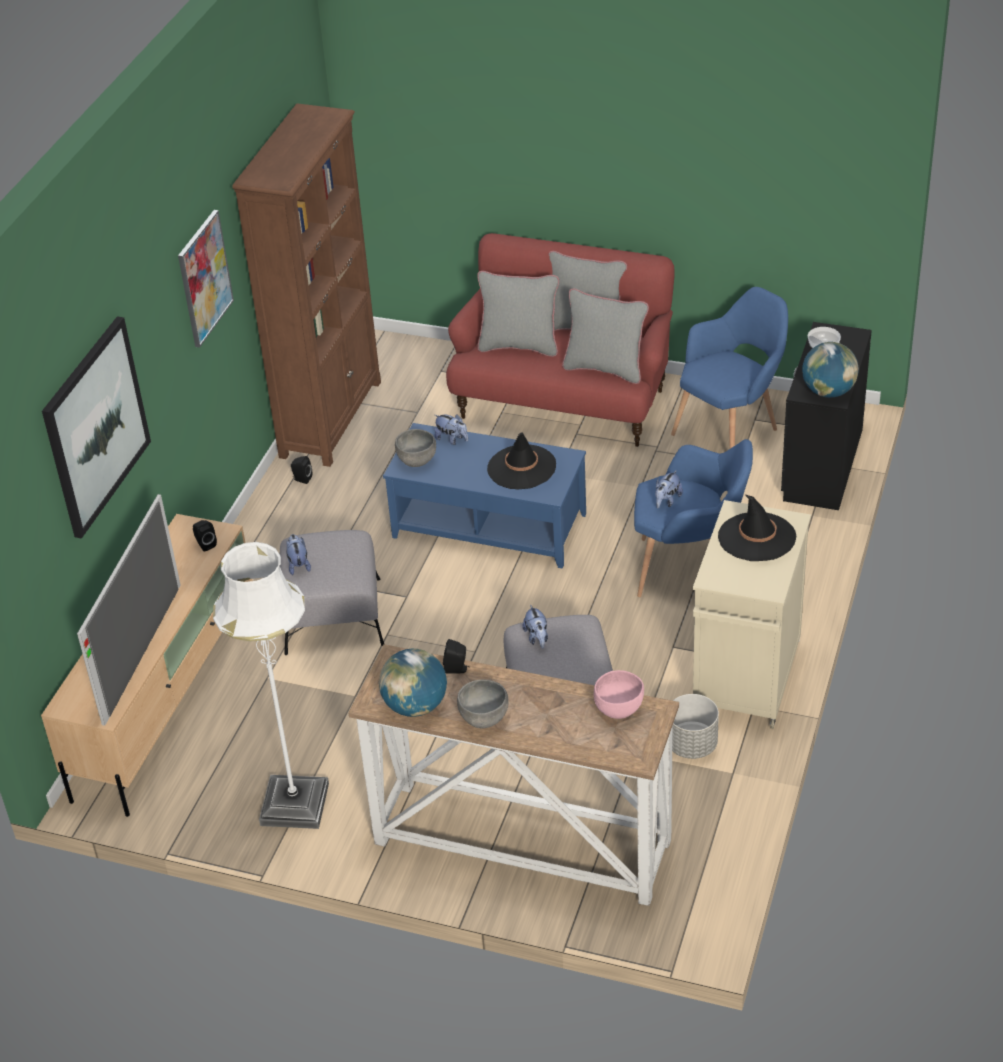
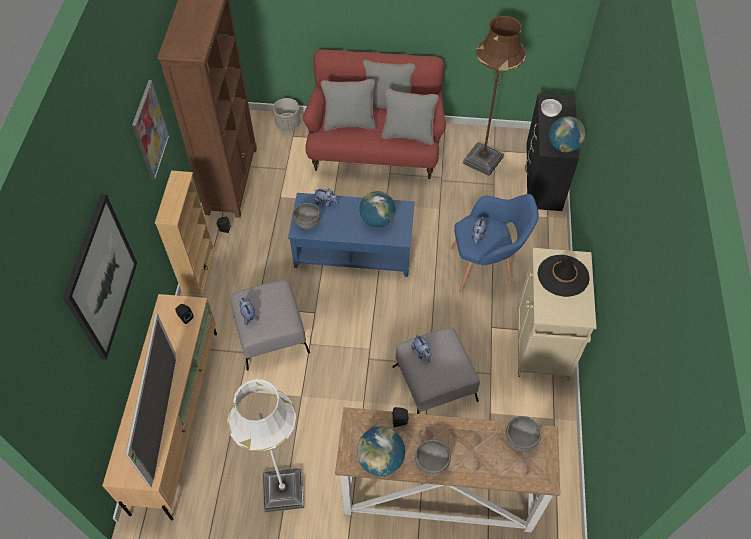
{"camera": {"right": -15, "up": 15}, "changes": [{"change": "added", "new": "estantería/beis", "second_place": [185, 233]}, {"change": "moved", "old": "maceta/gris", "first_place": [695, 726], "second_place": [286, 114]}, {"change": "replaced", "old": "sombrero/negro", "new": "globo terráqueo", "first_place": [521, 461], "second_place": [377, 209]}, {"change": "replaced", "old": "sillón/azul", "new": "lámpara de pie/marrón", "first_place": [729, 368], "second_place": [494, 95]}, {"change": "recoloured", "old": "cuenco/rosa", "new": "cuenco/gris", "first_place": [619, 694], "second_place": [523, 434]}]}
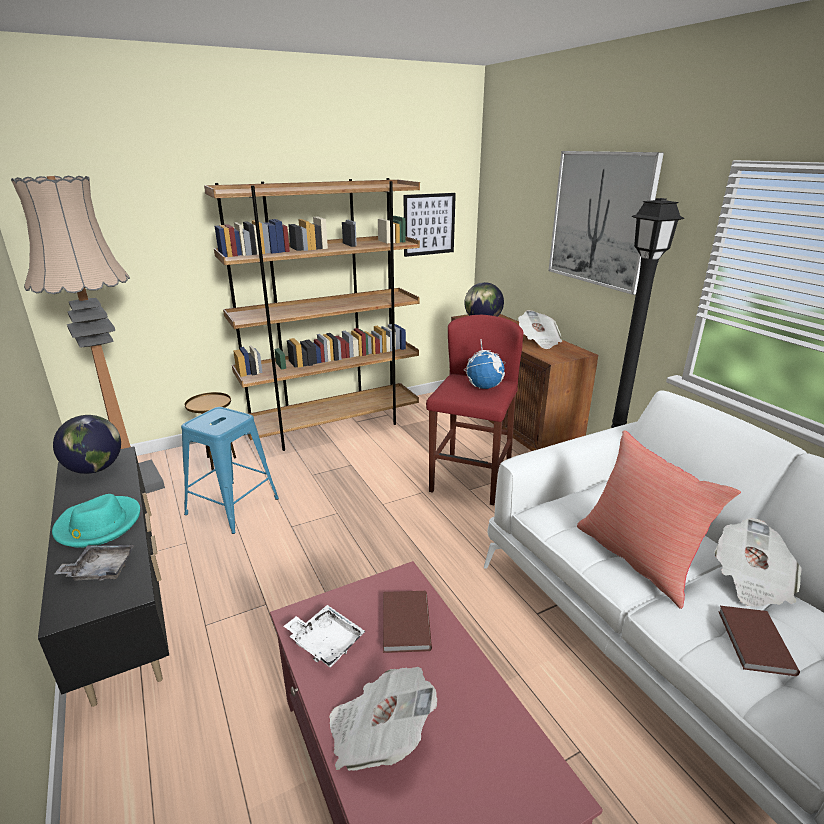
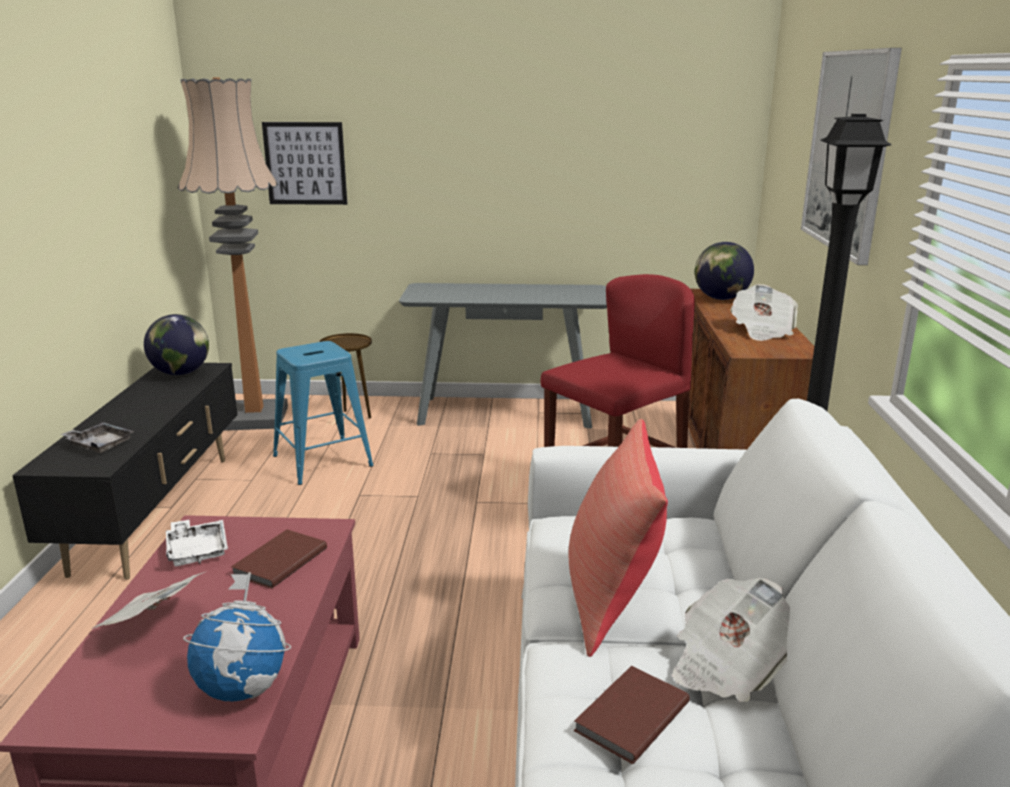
{"camera": {"right": 30, "up": -5}, "changes": [{"change": "removed", "old": "sombrero/turquesa", "first_place": [96, 521]}, {"change": "moved", "old": "cuadro", "first_place": [430, 225], "second_place": [304, 163]}, {"change": "moved", "old": "globo terráqueo", "first_place": [485, 364], "second_place": [237, 637]}, {"change": "replaced", "old": "estantería/marrón", "new": "mesa consola/gris", "first_place": [312, 314], "second_place": [503, 356]}]}
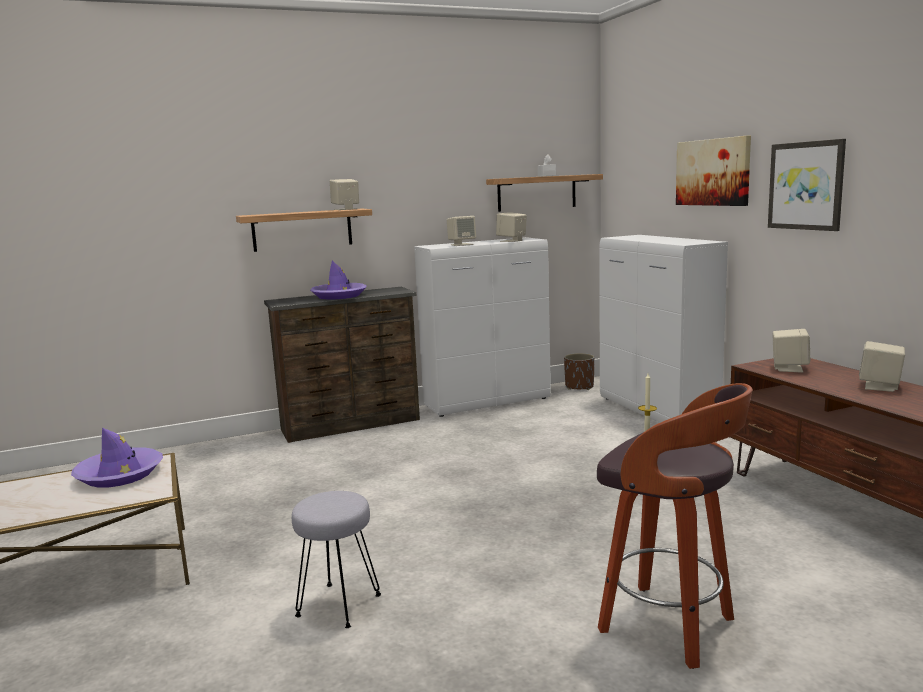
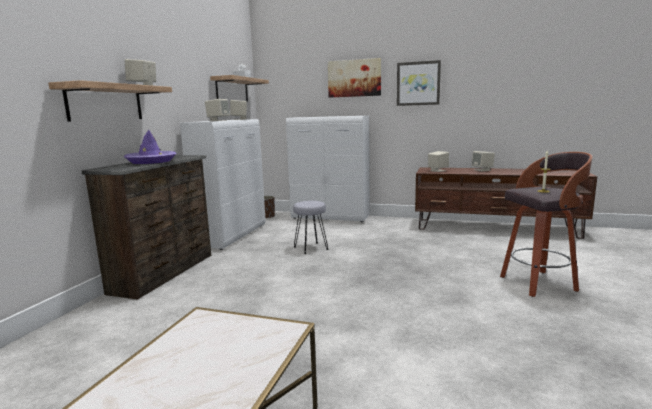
{"camera": {"right": -50, "up": 0}, "changes": [{"change": "removed", "old": "sombrero/morado", "first_place": [117, 458]}, {"change": "moved", "old": "taburete/gris", "first_place": [336, 559], "second_place": [310, 227]}]}
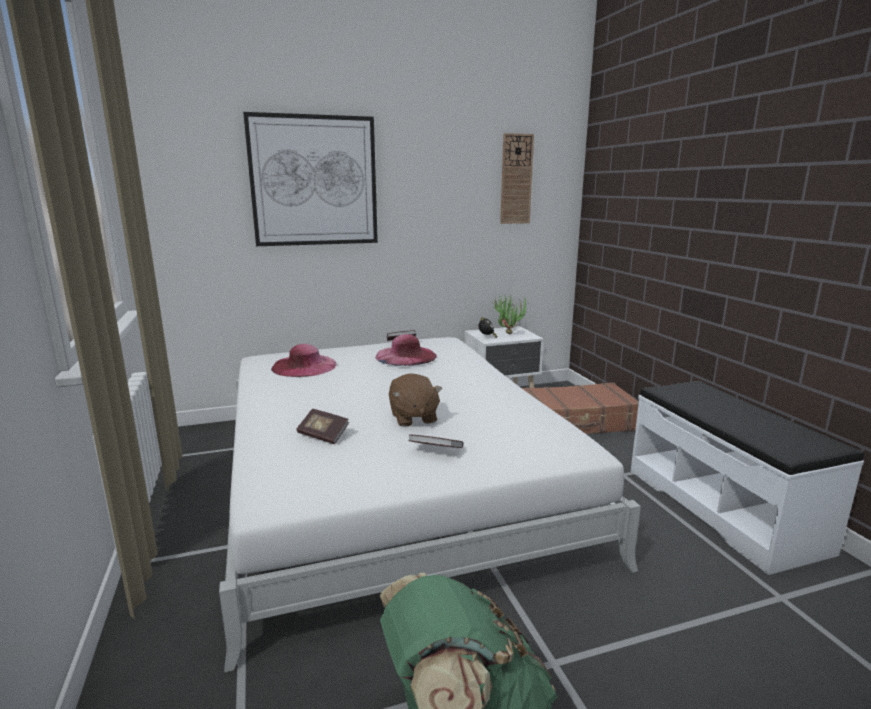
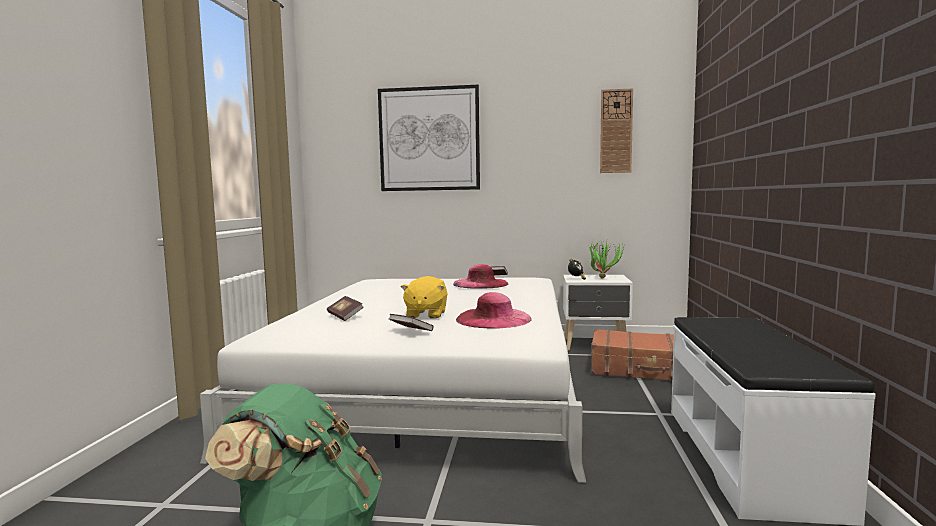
{"camera": {"right": 25, "up": -10}, "changes": [{"change": "moved", "old": "sombrero/rosa", "first_place": [304, 360], "second_place": [494, 310]}, {"change": "recoloured", "old": "peluche/marrón", "new": "peluche/amarillo", "first_place": [415, 400], "second_place": [424, 297]}]}
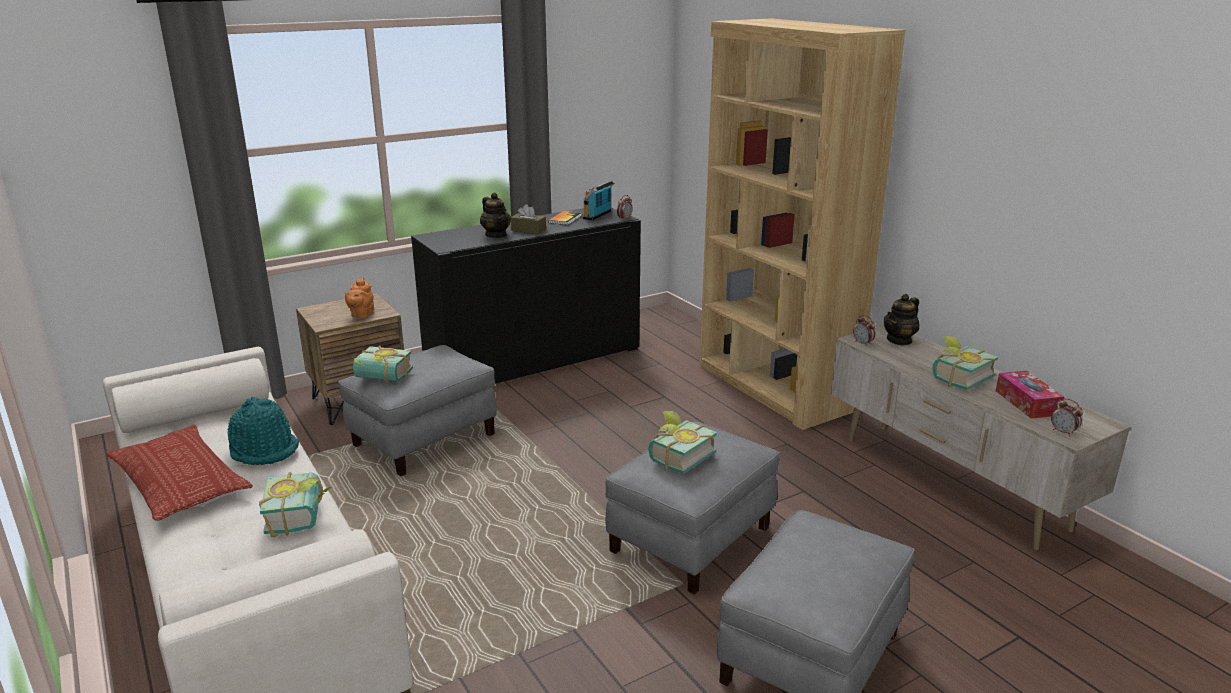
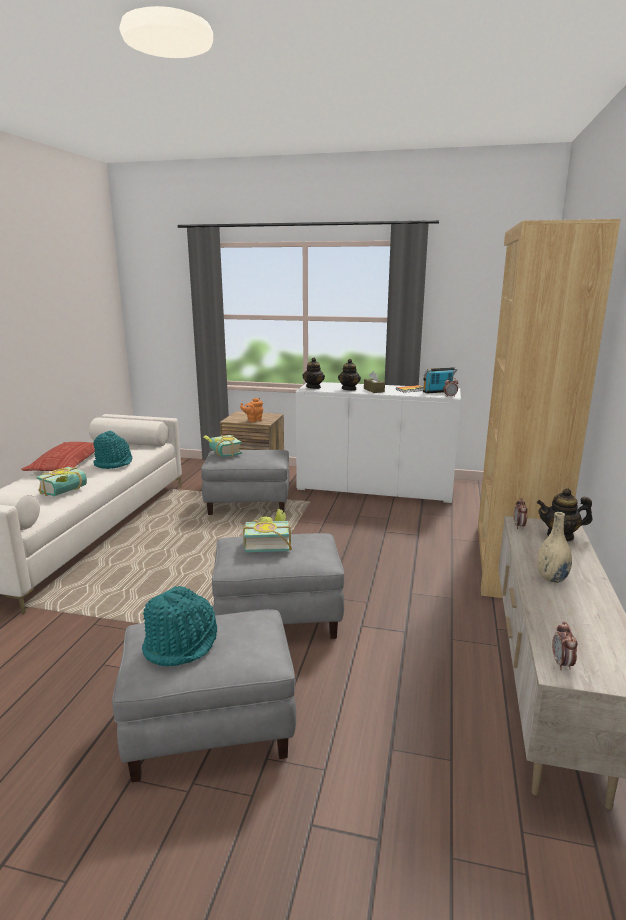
{"camera": {"right": 45, "up": -5}, "changes": [{"change": "removed", "old": "caja de pañuelos", "first_place": [1030, 395]}, {"change": "added", "new": "sombrero/turquesa", "second_place": [179, 626]}, {"change": "added", "new": "tetera", "second_place": [313, 373]}, {"change": "replaced", "old": "libro", "new": "florero/beis", "first_place": [965, 363], "second_place": [554, 547]}, {"change": "recoloured", "old": "armario/negro", "new": "armario/blanco", "first_place": [526, 296], "second_place": [378, 442]}]}
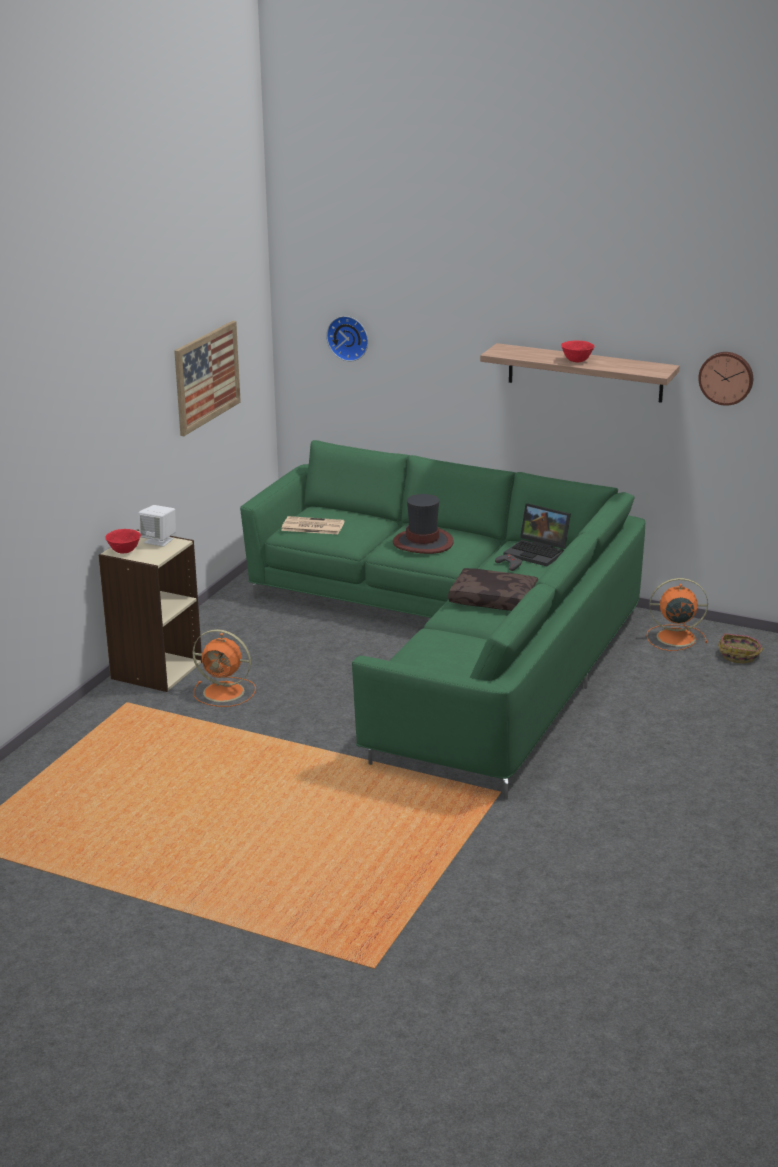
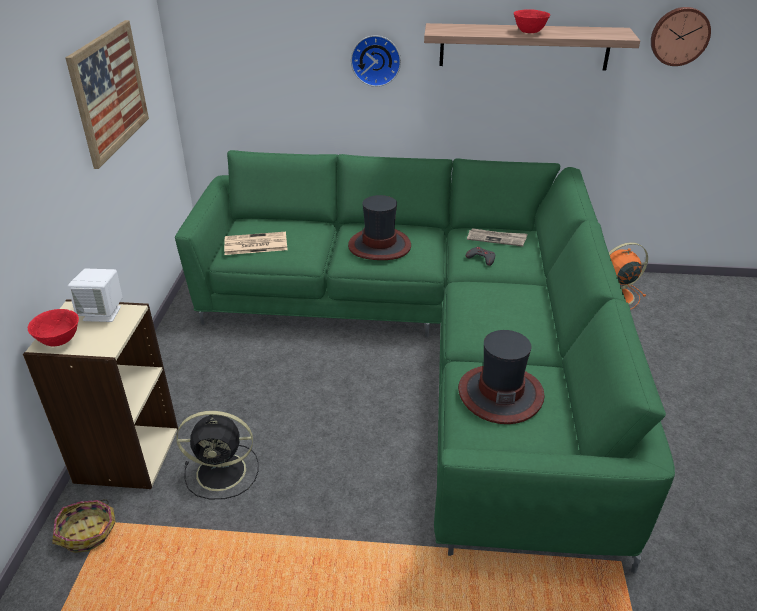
{"camera": {"right": -20, "up": 10}, "changes": [{"change": "removed", "old": "cojín/marrón", "first_place": [493, 589]}, {"change": "added", "new": "sombrero", "second_place": [501, 377]}, {"change": "moved", "old": "reloj de pared", "first_place": [347, 338], "second_place": [376, 61]}, {"change": "moved", "old": "cesta", "first_place": [740, 648], "second_place": [84, 526]}, {"change": "replaced", "old": "portátil", "new": "periódico", "first_place": [537, 534], "second_place": [497, 237]}, {"change": "recoloured", "old": "ventilador/naranja", "new": "ventilador/negro", "first_place": [224, 668], "second_place": [217, 455]}]}
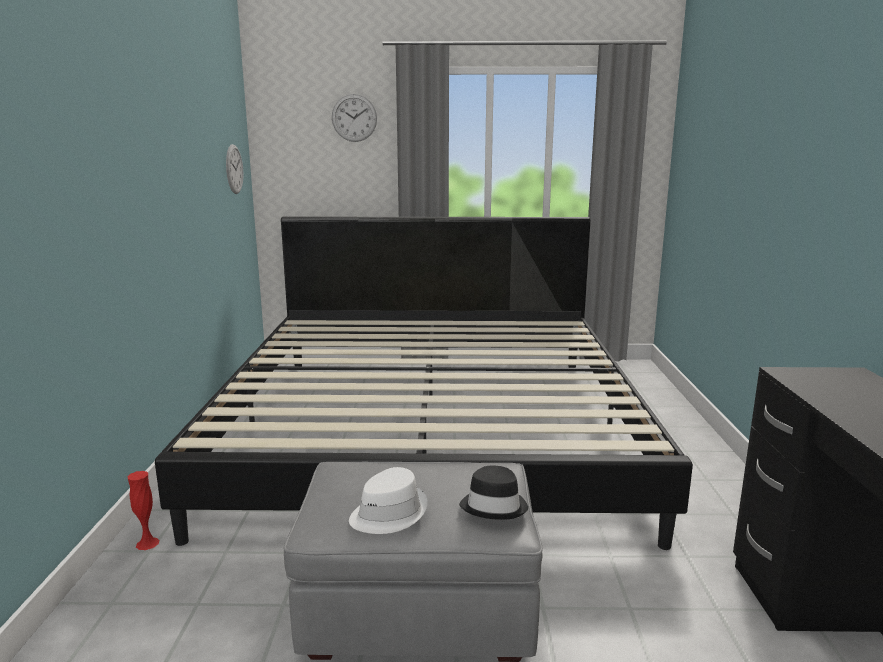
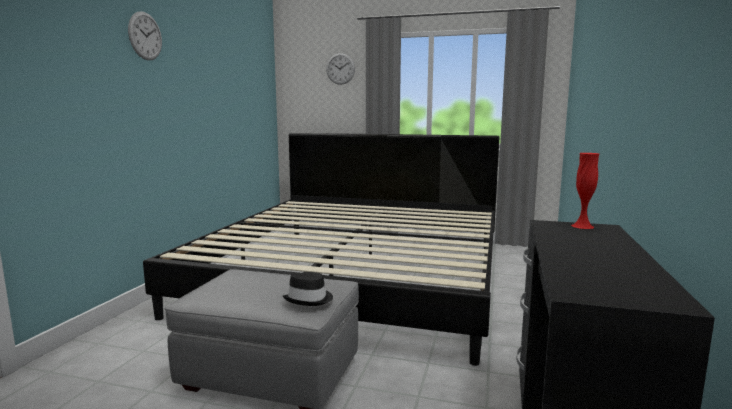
{"camera": {"right": 15, "up": -5}, "changes": [{"change": "removed", "old": "sombrero/blanco", "first_place": [388, 500]}, {"change": "moved", "old": "florero/rojo", "first_place": [143, 510], "second_place": [585, 191]}, {"change": "moved", "old": "reloj de pared", "first_place": [234, 169], "second_place": [145, 35]}]}
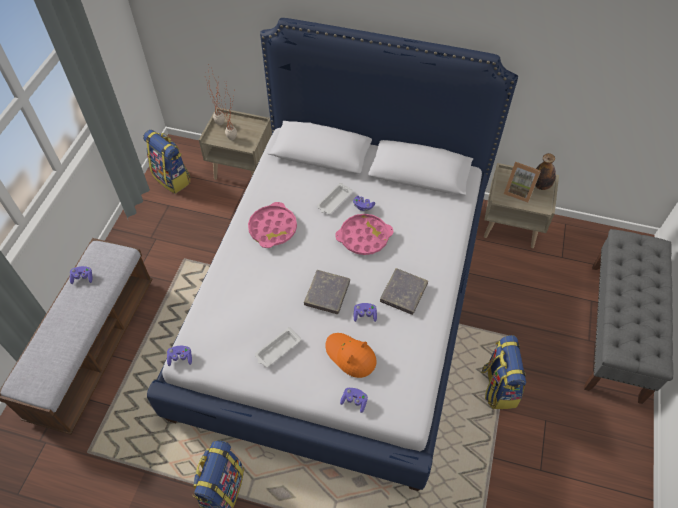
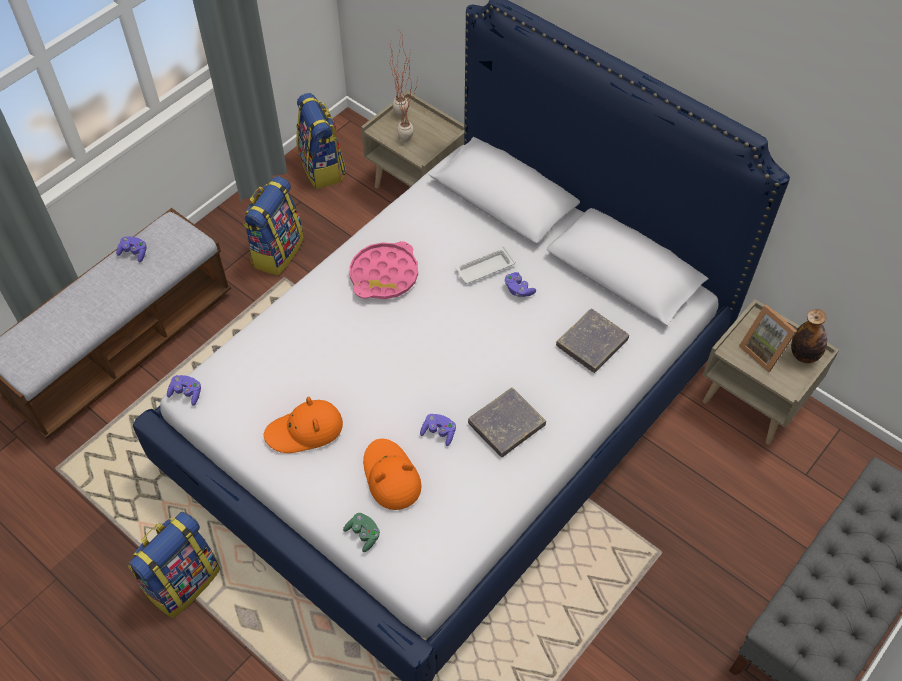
{"camera": {"right": 25, "up": 0}, "changes": [{"change": "removed", "old": "bandeja/rosa", "first_place": [365, 234]}, {"change": "moved", "old": "libro/gris", "first_place": [327, 292], "second_place": [592, 340]}, {"change": "moved", "old": "mochila", "first_place": [503, 372], "second_place": [273, 225]}, {"change": "replaced", "old": "bandeja/blanco", "new": "sombrero/naranja", "first_place": [278, 347], "second_place": [303, 425]}, {"change": "recoloured", "old": "mando de consola/morado", "new": "mando de consola/verde", "first_place": [354, 400], "second_place": [361, 532]}]}
